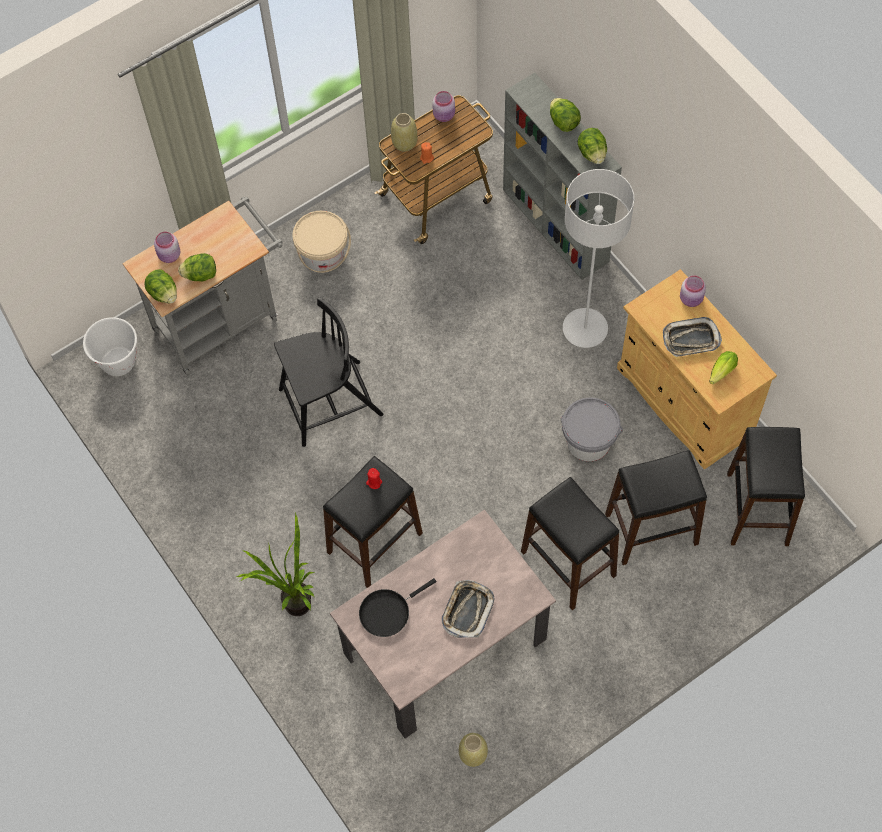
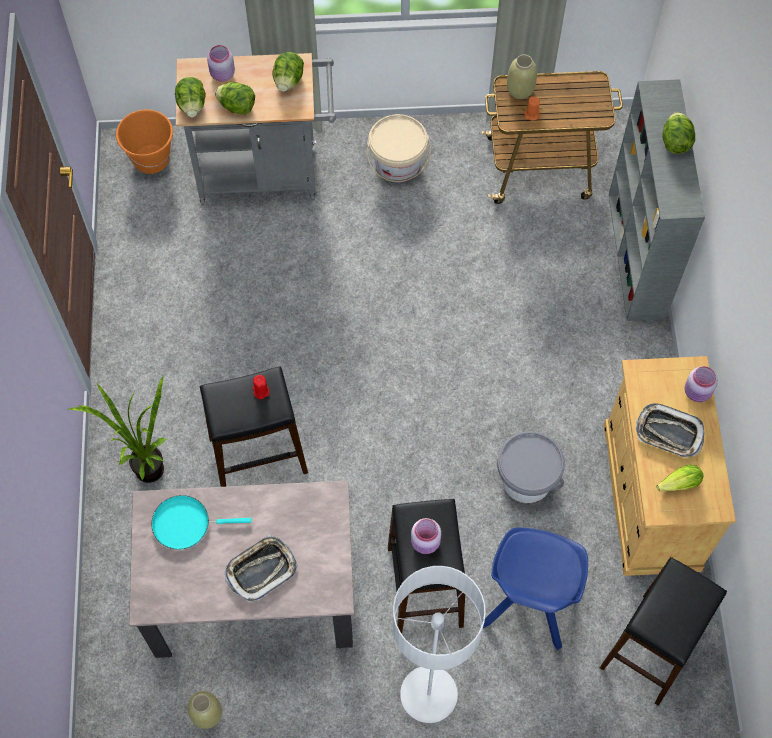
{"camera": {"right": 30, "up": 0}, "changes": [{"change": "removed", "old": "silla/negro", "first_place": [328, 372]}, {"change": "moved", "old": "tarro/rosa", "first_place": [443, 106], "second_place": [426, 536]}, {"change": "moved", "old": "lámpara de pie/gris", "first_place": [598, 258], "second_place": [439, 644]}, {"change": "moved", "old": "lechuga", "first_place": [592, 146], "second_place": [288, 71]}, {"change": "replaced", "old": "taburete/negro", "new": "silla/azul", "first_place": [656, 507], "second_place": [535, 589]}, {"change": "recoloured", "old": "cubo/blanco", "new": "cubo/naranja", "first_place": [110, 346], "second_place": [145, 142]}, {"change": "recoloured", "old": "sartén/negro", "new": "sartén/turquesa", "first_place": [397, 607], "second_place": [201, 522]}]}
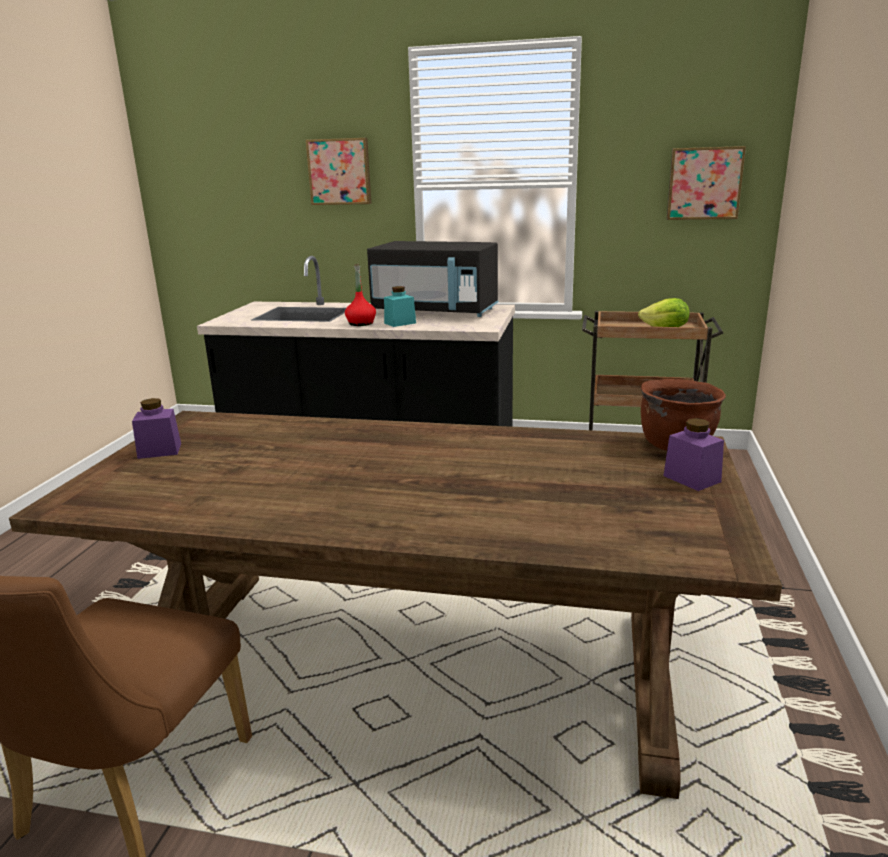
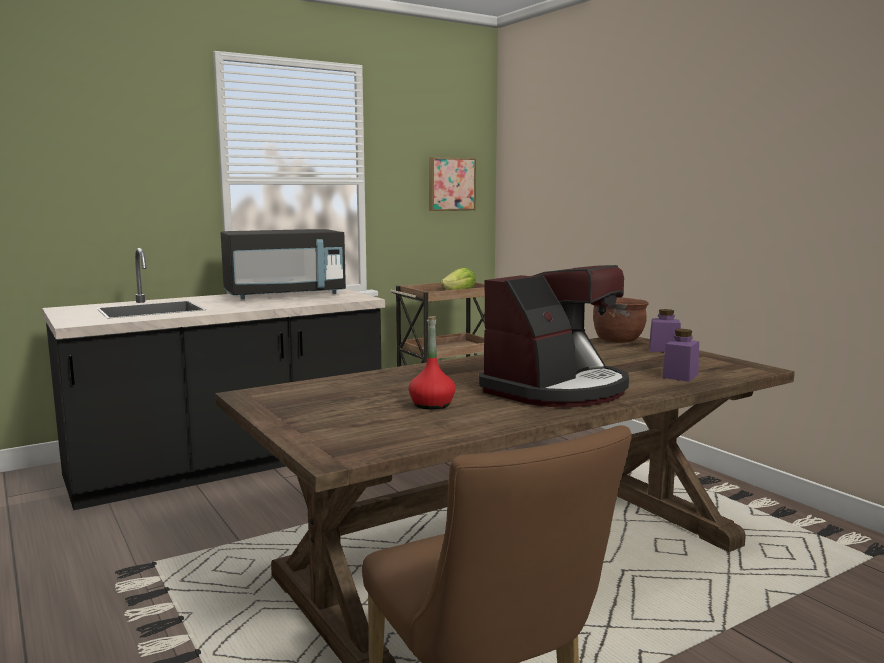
{"camera": {"right": -45, "up": -10}, "changes": [{"change": "removed", "old": "cuadro", "first_place": [338, 171]}, {"change": "removed", "old": "tarro/turquesa", "first_place": [400, 306]}, {"change": "added", "new": "cafetera", "second_place": [554, 336]}, {"change": "moved", "old": "tarro/morado", "first_place": [156, 428], "second_place": [680, 355]}, {"change": "moved", "old": "botella/rojo", "first_place": [360, 294], "second_place": [432, 363]}]}
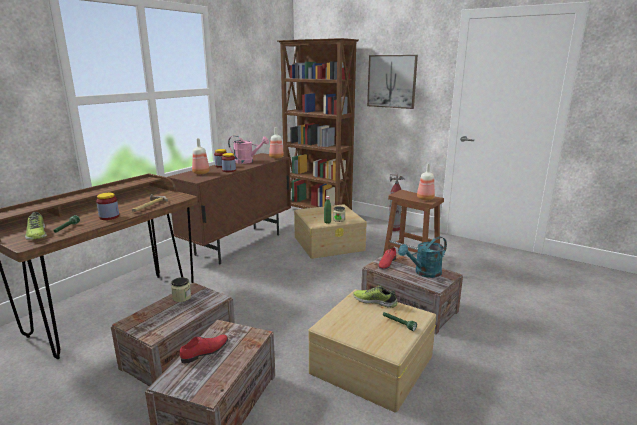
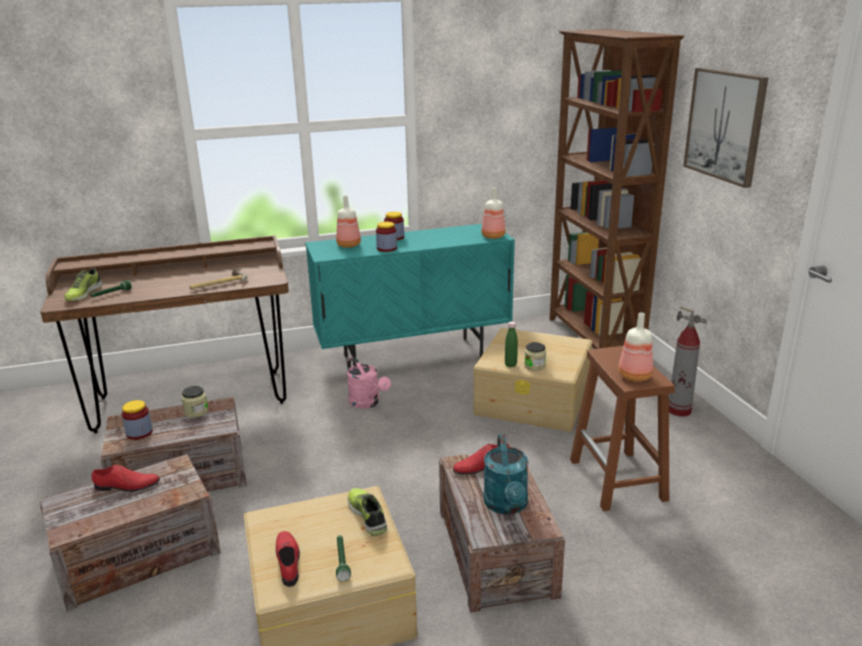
{"camera": {"right": 40, "up": 5}, "changes": [{"change": "added", "new": "zapato/rojo", "second_place": [288, 559]}, {"change": "moved", "old": "tarro", "first_place": [107, 206], "second_place": [137, 420]}, {"change": "moved", "old": "regadera/rosa", "first_place": [248, 150], "second_place": [369, 383]}, {"change": "recoloured", "old": "armario/marrón", "new": "armario/turquesa", "first_place": [229, 209], "second_place": [410, 295]}, {"change": "turned", "old": "regadera/turquesa", "first_place": [422, 257], "second_place": [506, 474], "degrees": -105}]}
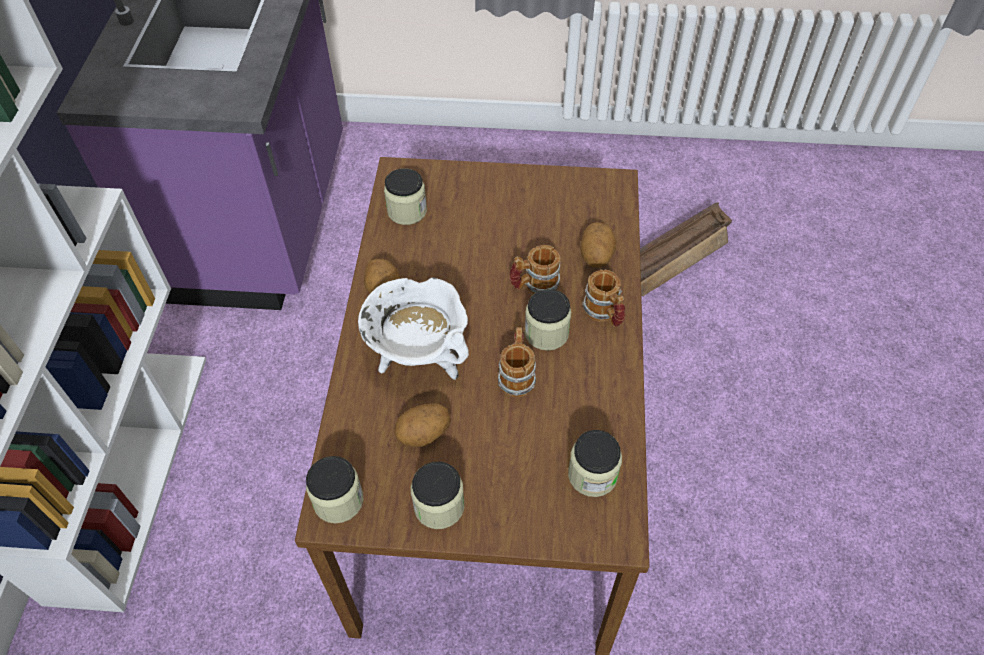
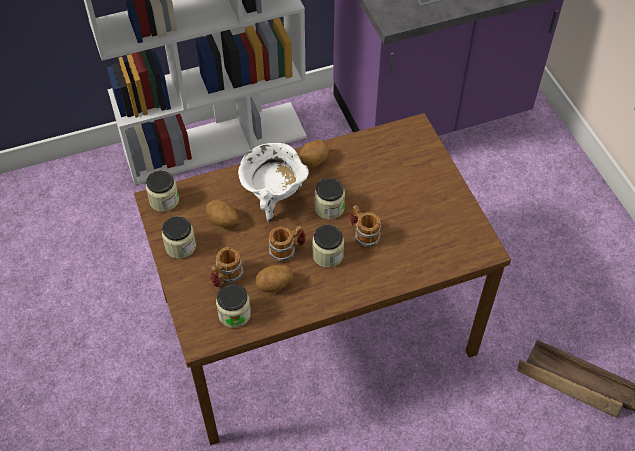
{"camera": {"right": 65, "up": 0}, "changes": [{"change": "moved", "old": "tarro", "first_place": [405, 196], "second_place": [329, 199]}, {"change": "moved", "old": "patata", "first_place": [598, 244], "second_place": [274, 279]}, {"change": "moved", "old": "taza grande", "first_place": [603, 298], "second_place": [227, 267]}]}
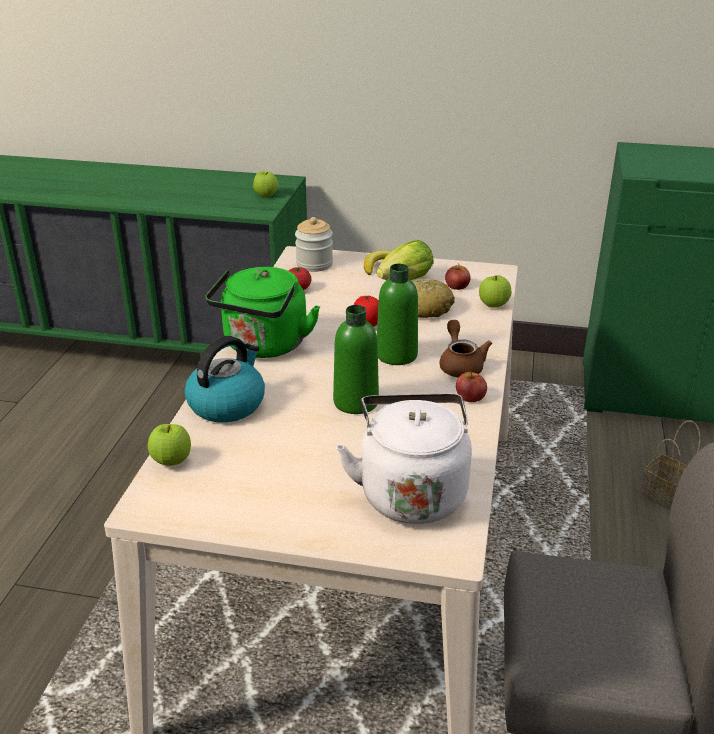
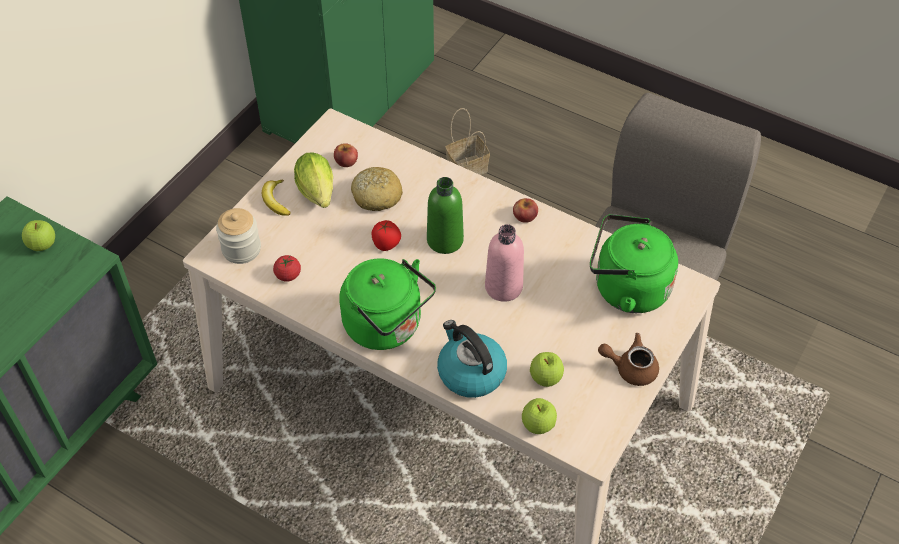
{"camera": {"right": -70, "up": 20}, "changes": [{"change": "moved", "old": "tetera/marrón", "first_place": [466, 348], "second_place": [628, 359]}, {"change": "moved", "old": "manzana", "first_place": [495, 291], "second_place": [547, 369]}, {"change": "recoloured", "old": "botella/verde", "new": "botella/rosa", "first_place": [356, 359], "second_place": [504, 263]}, {"change": "recoloured", "old": "hervidor/blanco", "new": "hervidor/verde", "first_place": [404, 459], "second_place": [634, 263]}]}
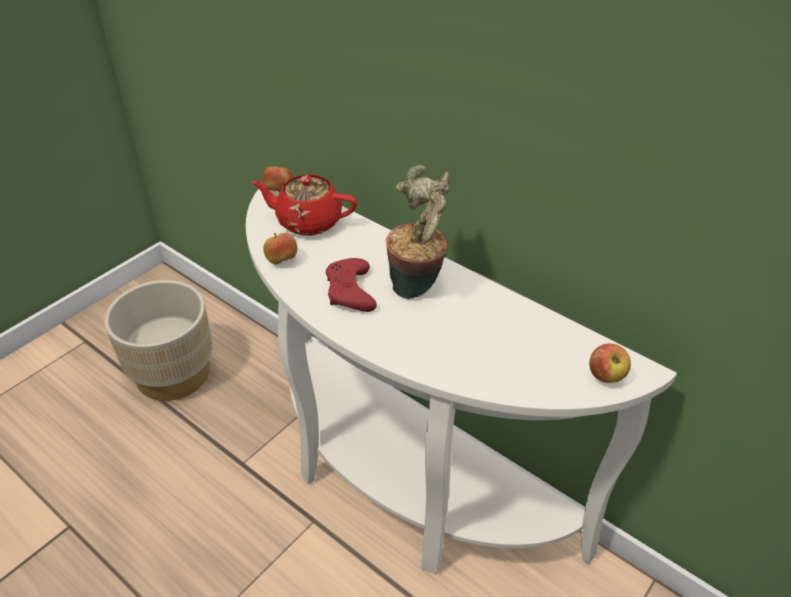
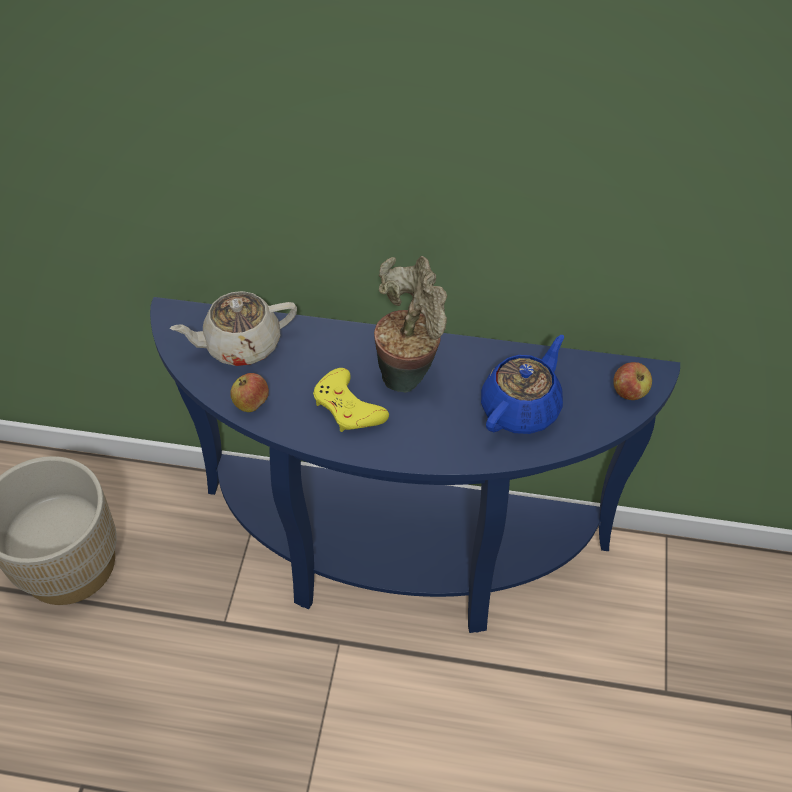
{"camera": {"right": -30, "up": 10}, "changes": [{"change": "removed", "old": "manzana", "first_place": [277, 178]}, {"change": "added", "new": "tetera/azul", "second_place": [522, 384]}, {"change": "recoloured", "old": "mesa consola/blanco", "new": "mesa consola/azul", "first_place": [461, 381], "second_place": [415, 465]}, {"change": "recoloured", "old": "tetera/rojo", "new": "tetera/beis", "first_place": [304, 205], "second_place": [233, 328]}, {"change": "recoloured", "old": "mando de consola/rojo", "new": "mando de consola/amarillo", "first_place": [351, 285], "second_place": [351, 400]}]}
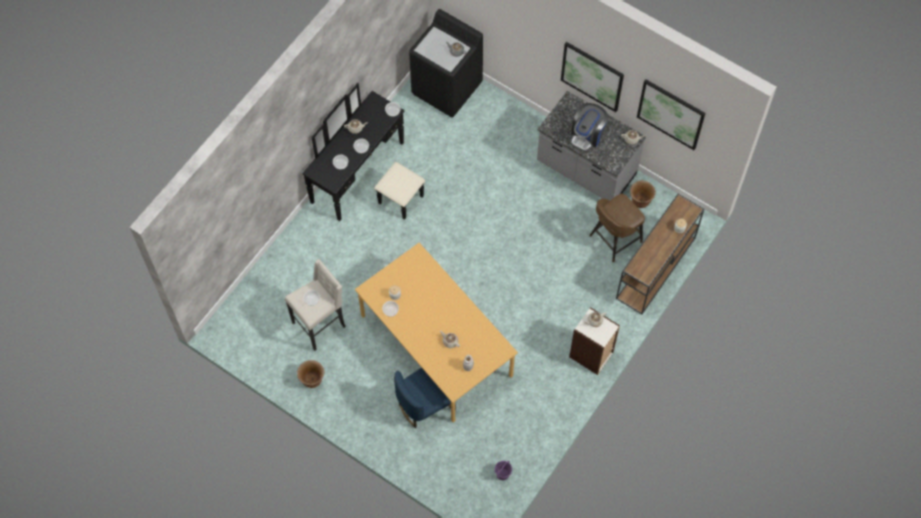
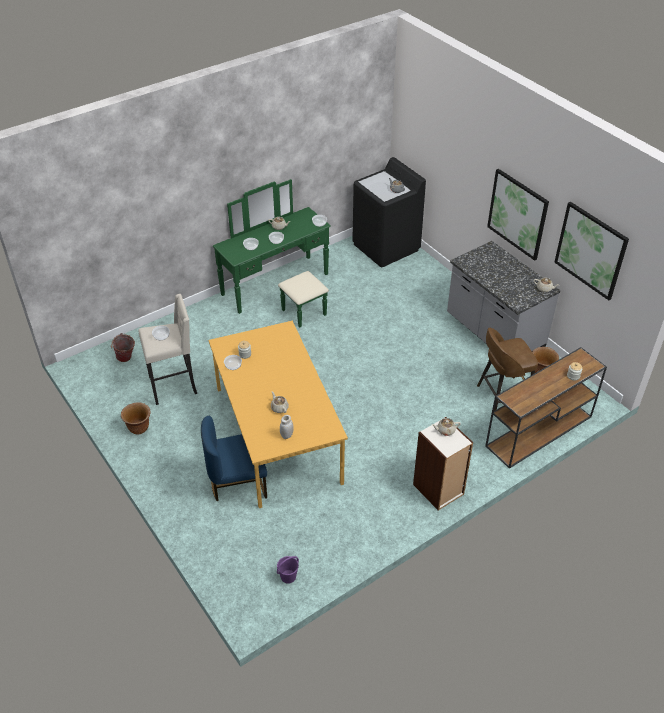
{"camera": {"right": 20, "up": -20}, "changes": [{"change": "removed", "old": "cafetera", "first_place": [589, 127]}, {"change": "added", "new": "cubo", "second_place": [123, 347]}, {"change": "recoloured", "old": "cómoda/negro", "new": "cómoda/verde", "first_place": [363, 152], "second_place": [272, 253]}]}
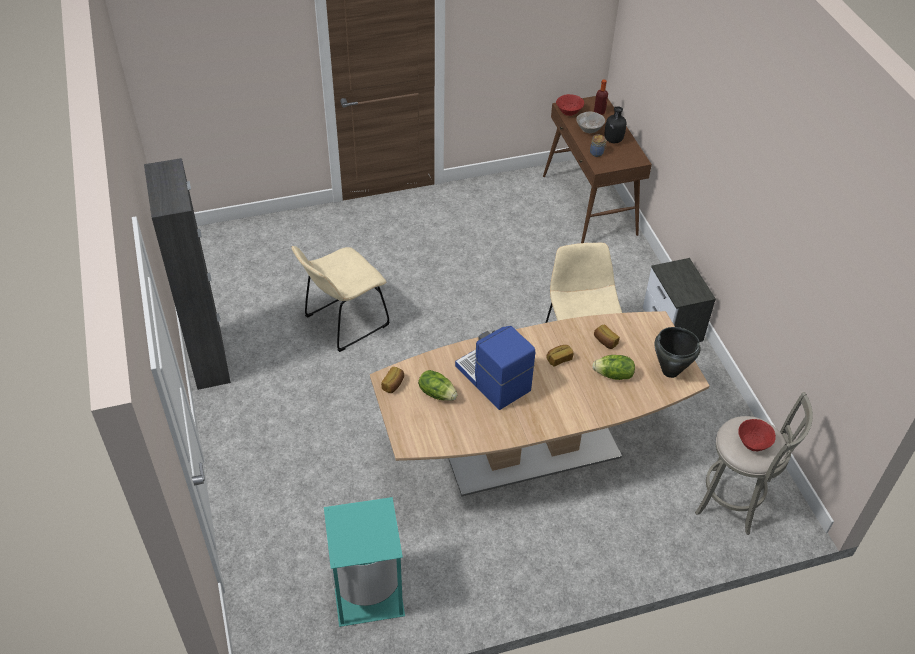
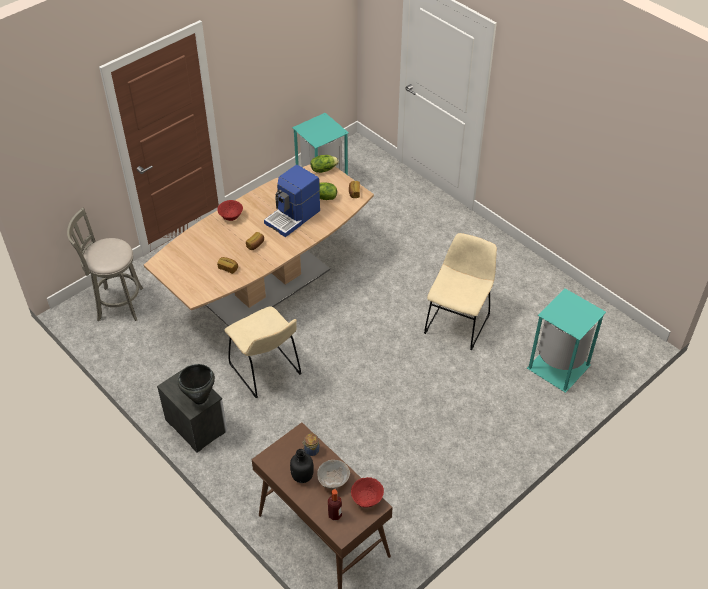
{"camera": {"right": 155, "up": 0}, "changes": [{"change": "removed", "old": "armario/negro", "first_place": [187, 274]}, {"change": "added", "new": "papelera/turquesa", "second_place": [566, 340]}, {"change": "moved", "old": "lechuga", "first_place": [613, 367], "second_place": [325, 164]}, {"change": "moved", "old": "olla/negro", "first_place": [678, 352], "second_place": [196, 384]}, {"change": "moved", "old": "cuenco/rojo", "first_place": [757, 435], "second_place": [230, 210]}, {"change": "turned", "old": "cafetera", "first_place": [495, 368], "second_place": [292, 201], "degrees": 105}]}
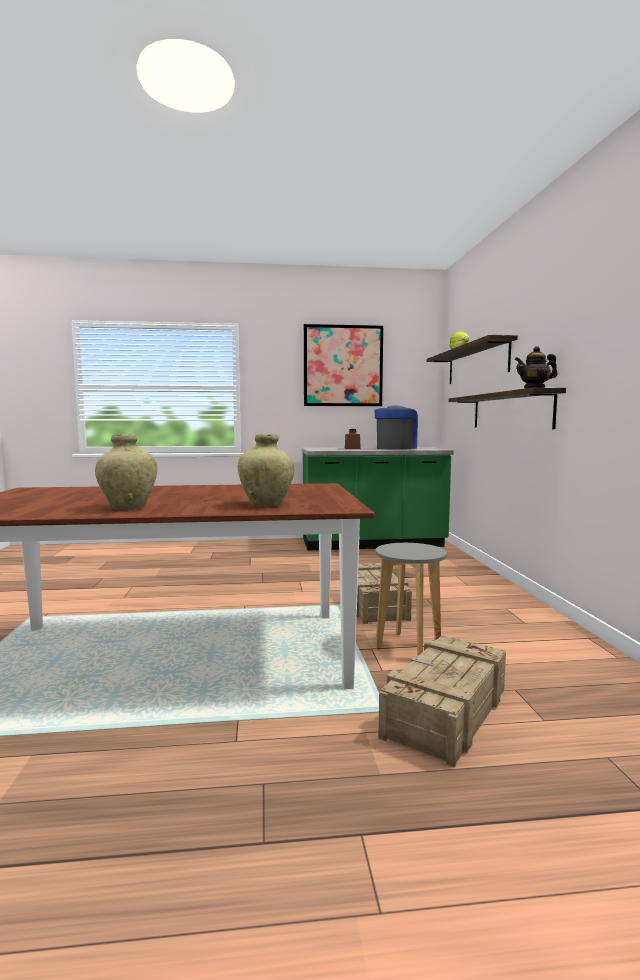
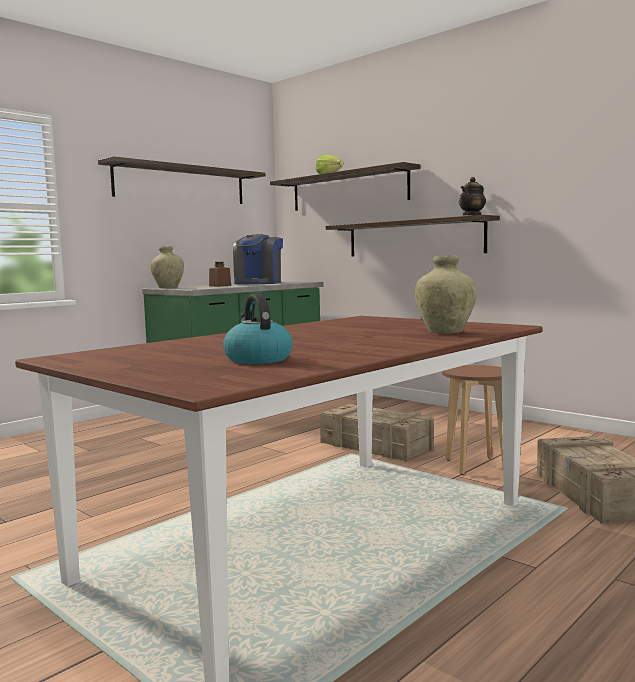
{"camera": {"right": -40, "up": 0}, "changes": [{"change": "added", "new": "hervidor", "second_place": [257, 329]}, {"change": "moved", "old": "florero/beis", "first_place": [126, 472], "second_place": [167, 267]}, {"change": "replaced", "old": "cuadro", "new": "estante", "first_place": [343, 365], "second_place": [182, 180]}, {"change": "recoloured", "old": "taburete/gris", "new": "taburete/marrón", "first_place": [411, 600], "second_place": [472, 420]}, {"change": "turned", "old": "cafetera", "first_place": [396, 427], "second_place": [258, 259], "degrees": -150}]}
